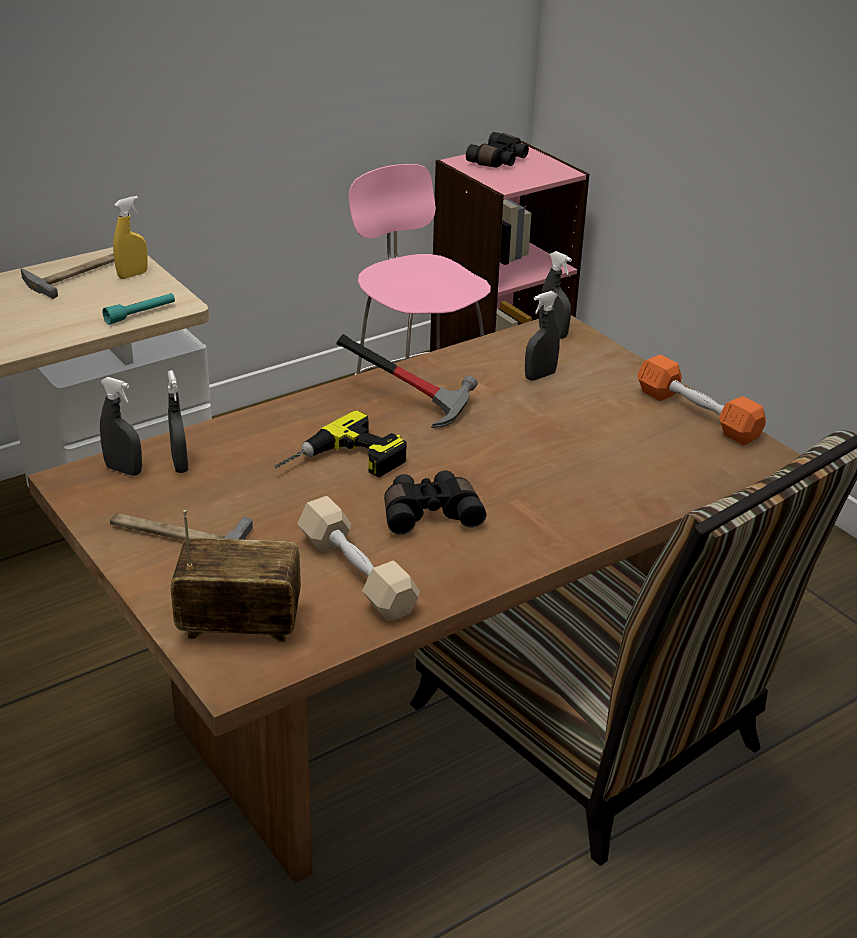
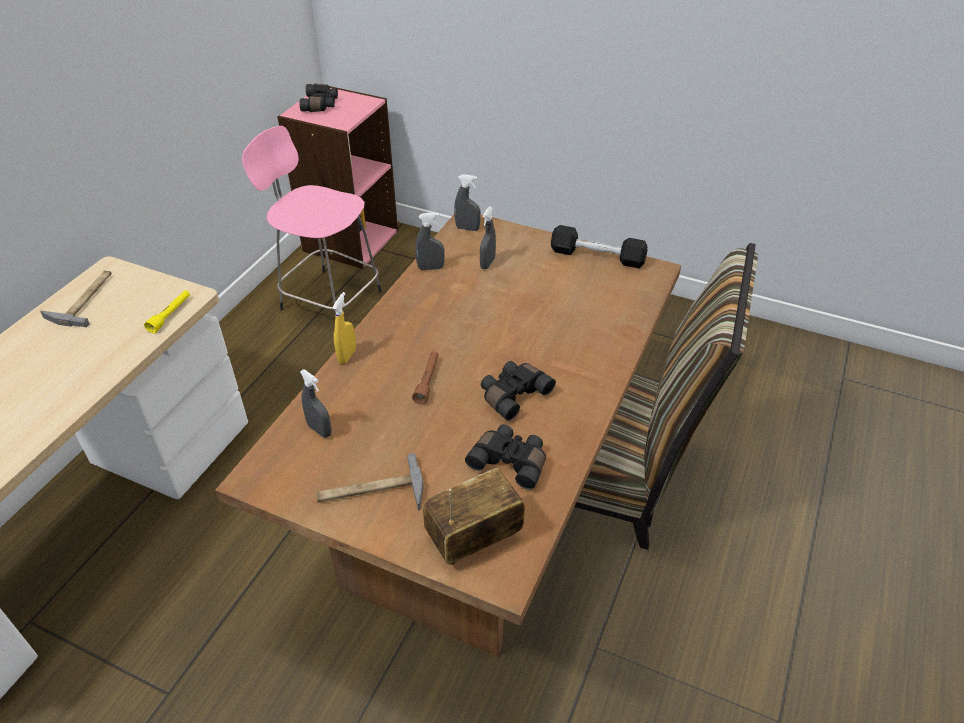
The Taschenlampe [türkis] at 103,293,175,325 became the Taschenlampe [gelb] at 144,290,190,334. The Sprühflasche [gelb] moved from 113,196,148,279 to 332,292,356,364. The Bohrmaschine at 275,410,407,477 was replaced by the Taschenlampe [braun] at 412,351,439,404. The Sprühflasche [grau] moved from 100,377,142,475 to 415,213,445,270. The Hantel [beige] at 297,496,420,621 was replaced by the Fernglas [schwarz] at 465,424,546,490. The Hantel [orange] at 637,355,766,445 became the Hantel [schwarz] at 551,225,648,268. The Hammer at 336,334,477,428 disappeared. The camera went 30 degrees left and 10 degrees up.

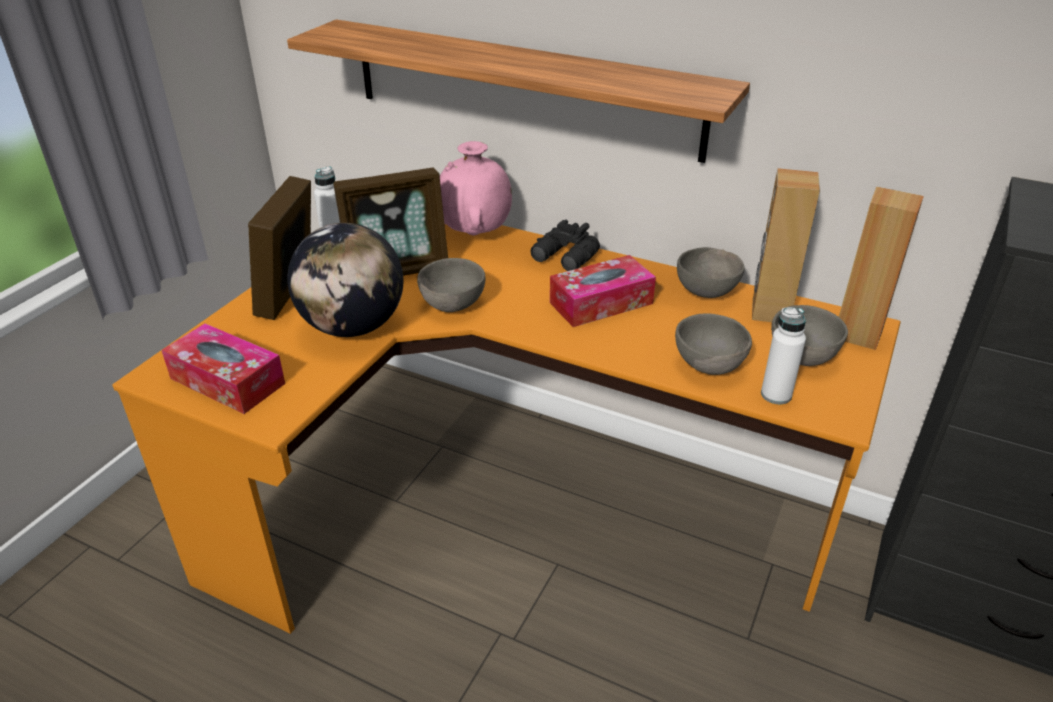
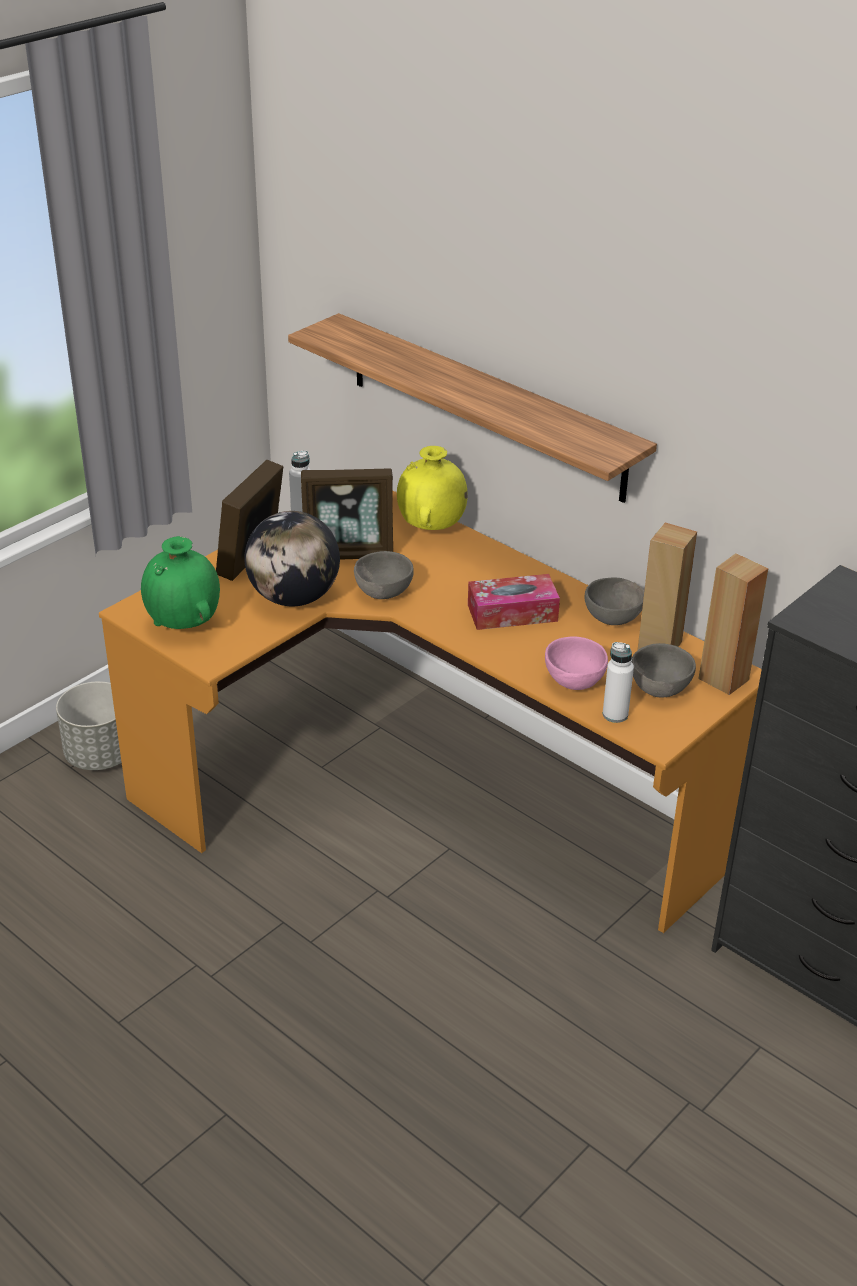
The Pflanzkübel [grau] at 56,681,122,770 appeared. The Taschentuchbox at 162,323,285,414 was replaced by the Vase [grün] at 141,536,220,629. The Vase [rosa] at 440,141,512,236 became the Vase [gelb] at 397,446,468,530. The Schüssel [grau] at 675,314,752,375 became the Schüssel [rosa] at 545,636,608,690. The Fernglas [schwarz] at 531,220,600,271 disappeared. The camera went 15 degrees right and 0 degrees up.

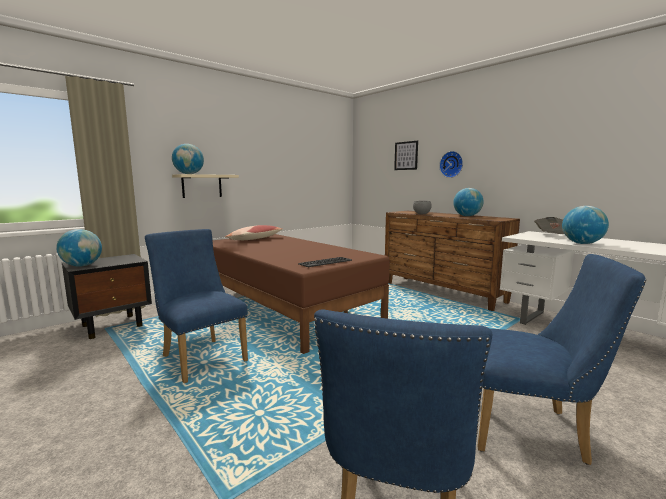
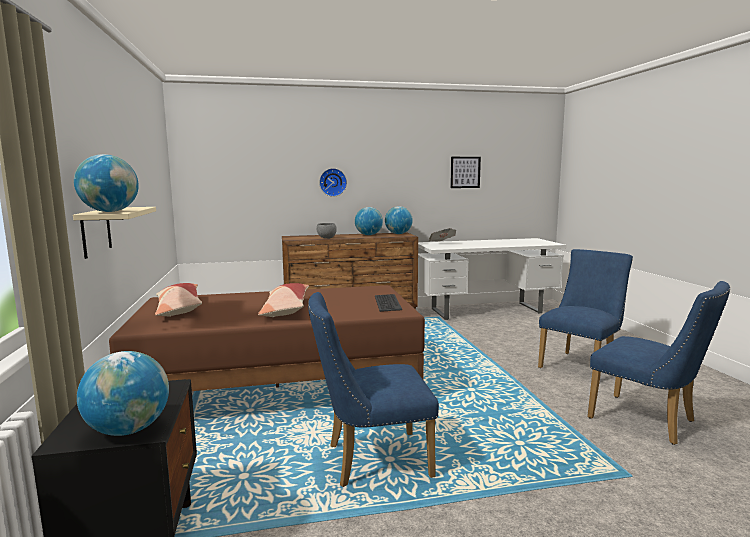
The Kissen at 258,283,309,317 appeared. The Globus moved from 562,206,609,244 to 385,206,413,234. The Bild moved from 394,141,418,170 to 450,157,481,188. The camera went 60 degrees left and 0 degrees up.

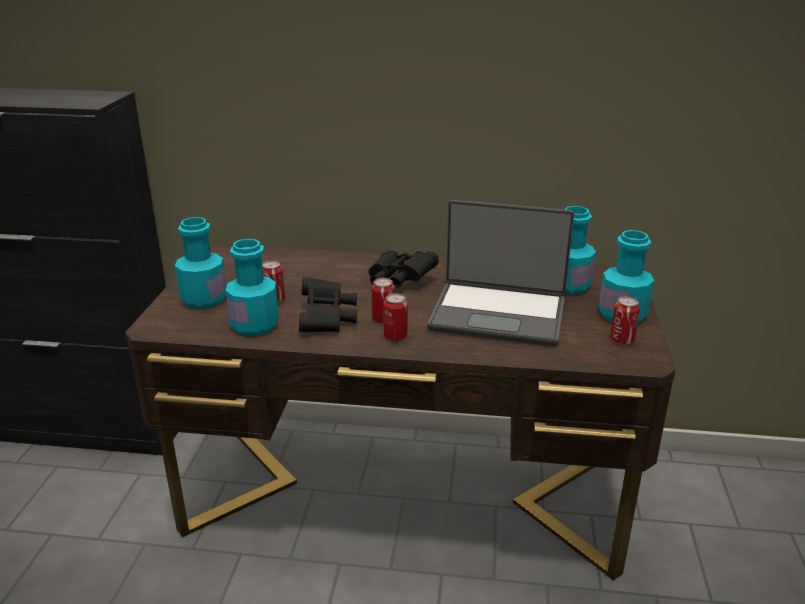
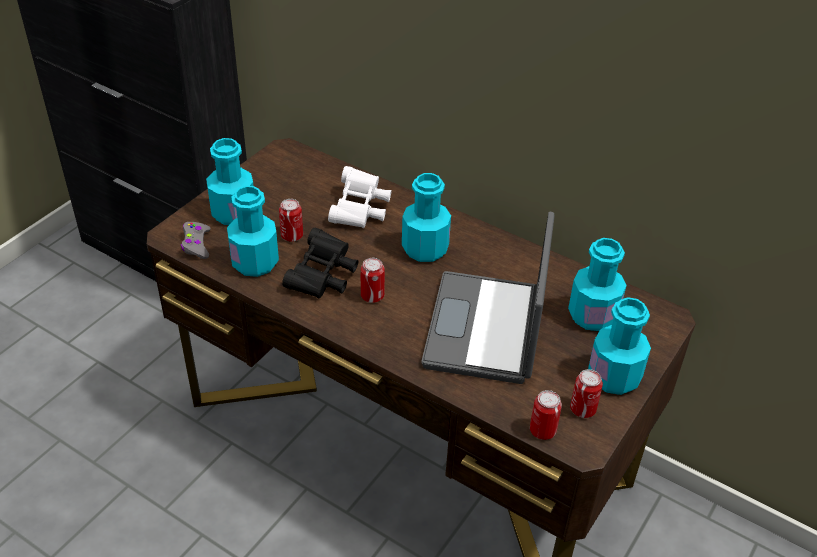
The Gamepad [grau] at 181,222,211,259 appeared. The Fernglas [weiß] at 328,166,392,228 appeared. The Fernglas [schwarz] at 368,250,439,288 was replaced by the Flasche [türkis] at 402,173,451,262. The Laptop at 427,200,574,346 turned 60 degrees clockwise. The Dose moved from 383,293,408,341 to 530,390,562,440. The camera went 25 degrees right and 15 degrees up.

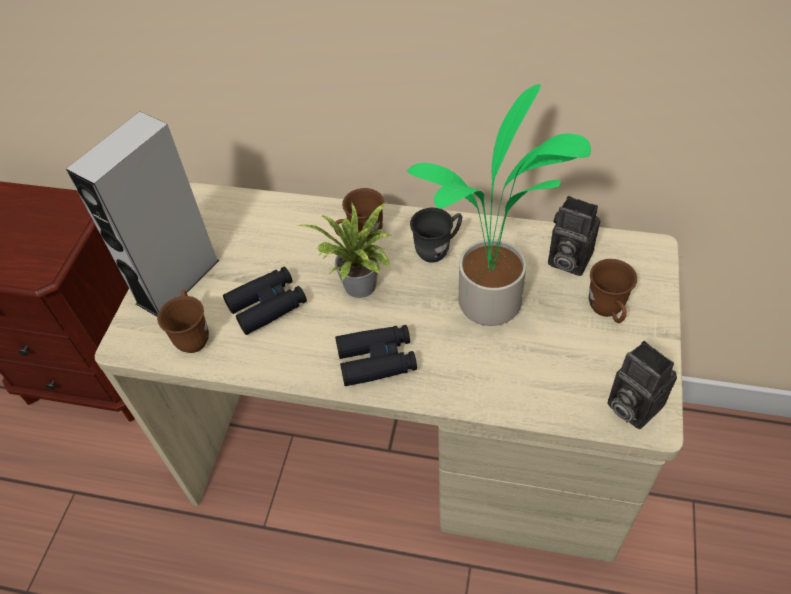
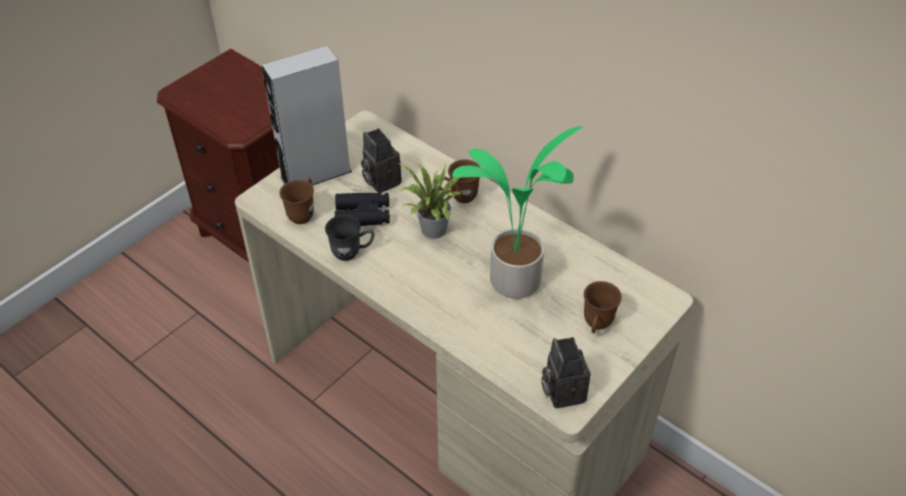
The Henkelbecher [grau] moved from 410,208,462,263 to 325,215,375,261. The Kamera moved from 548,196,600,276 to 361,128,402,193. The Fernglas [schwarz] at 335,325,417,386 disappeared. The camera went 25 degrees right and 5 degrees down.

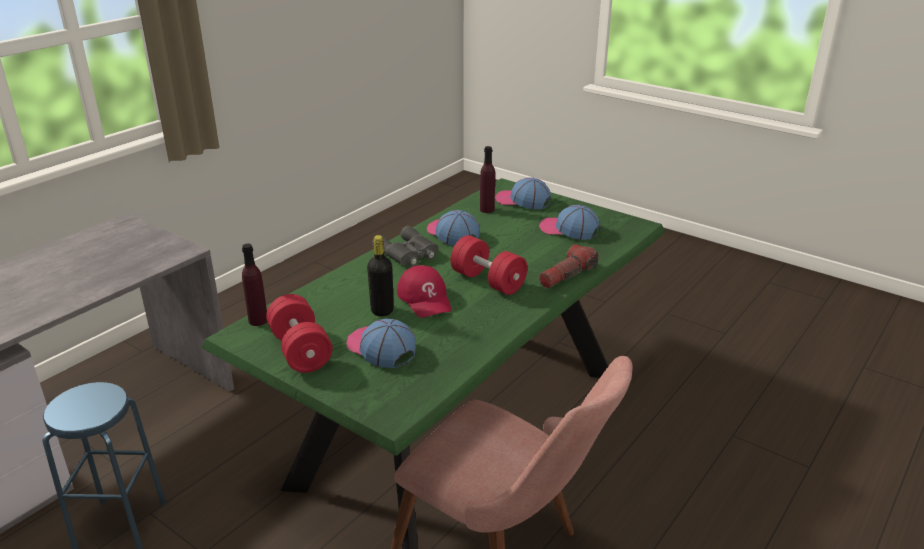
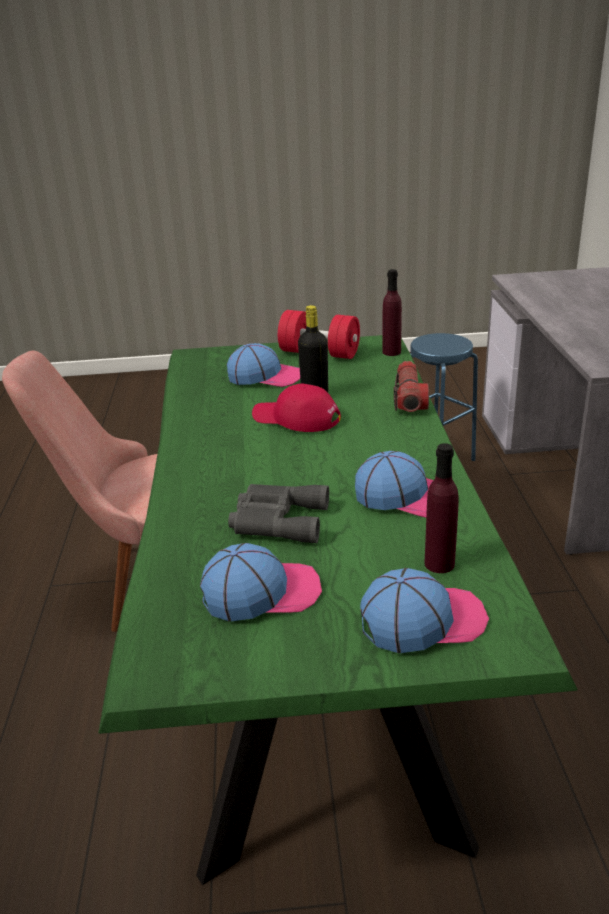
The Fernglas [grau] moved from 372,226,439,266 to 228,484,329,543. The Taschenlampe moved from 539,244,599,288 to 393,361,429,412. The Hantel [rot] at 450,235,527,295 disappeared. The camera went 140 degrees right and 0 degrees up.

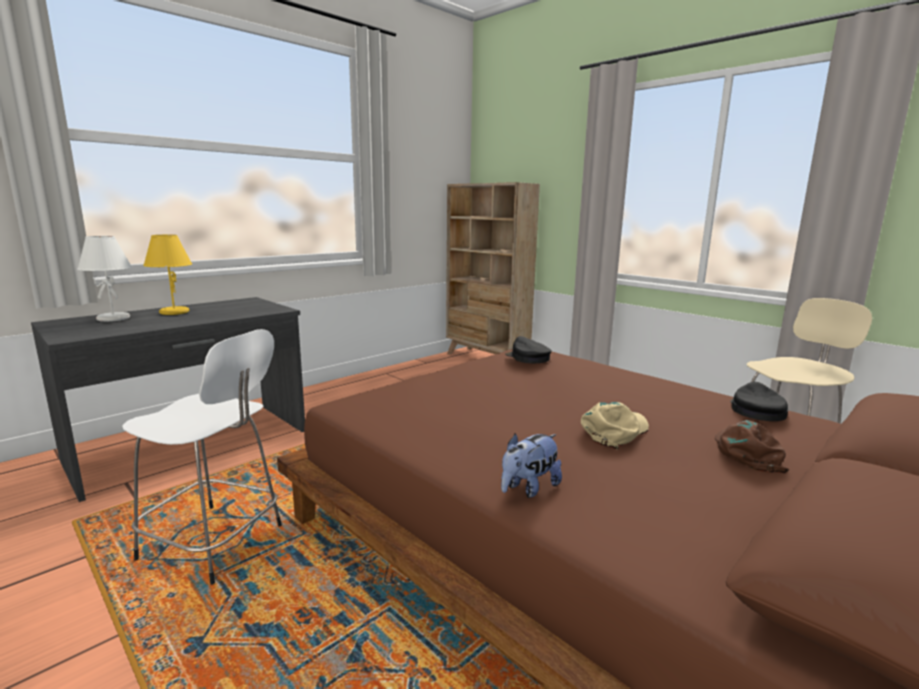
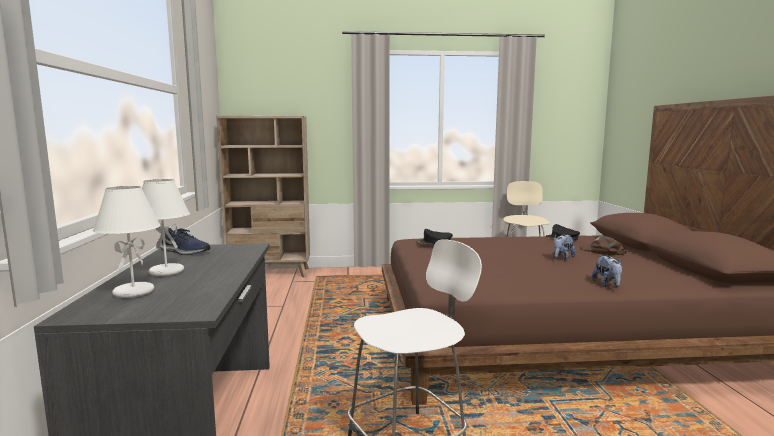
The Tischlampe [gelb] at 143,235,192,315 became the Tischlampe [weiß] at 142,179,190,276. The Schuh [blau] at 160,228,211,255 appeared. The Kappe [beige] at 581,402,649,449 was replaced by the Plüschtier at 553,234,576,261. The camera went 50 degrees left and 5 degrees down.

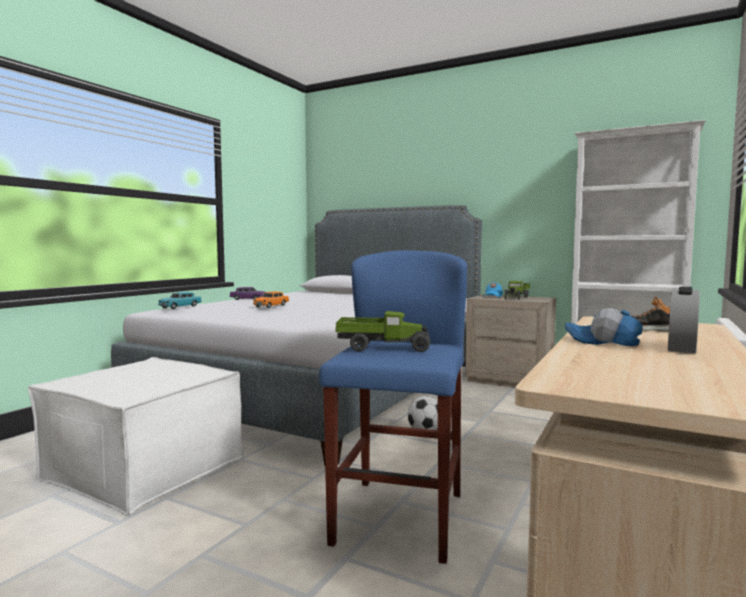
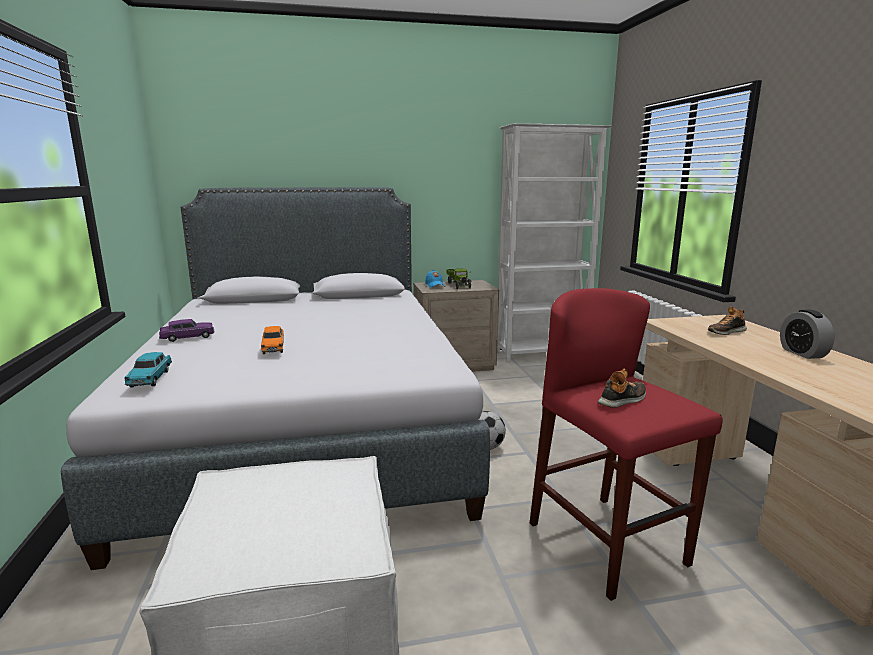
The Hocker [blau] at 319,250,467,564 became the Hocker [rot] at 530,288,722,601. The Spielzeuglaster at 335,311,431,352 was replaced by the Schuh at 598,369,646,408. The Kappe at 565,308,643,346 disappeared. The camera went 40 degrees left and 10 degrees up.

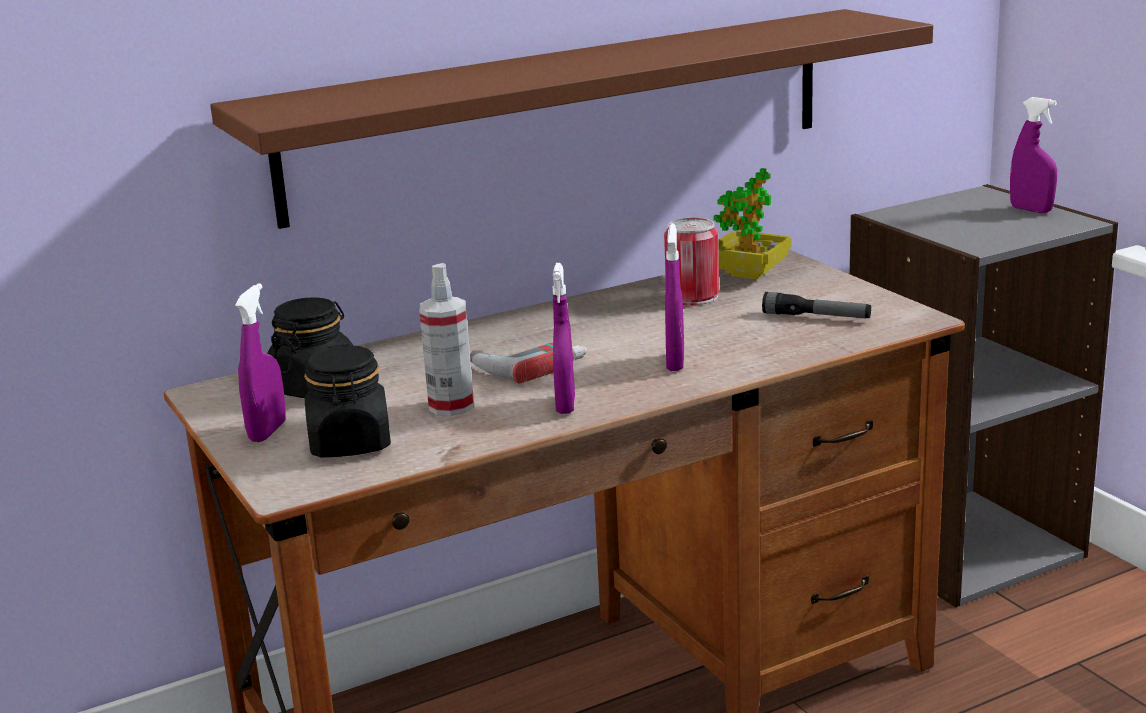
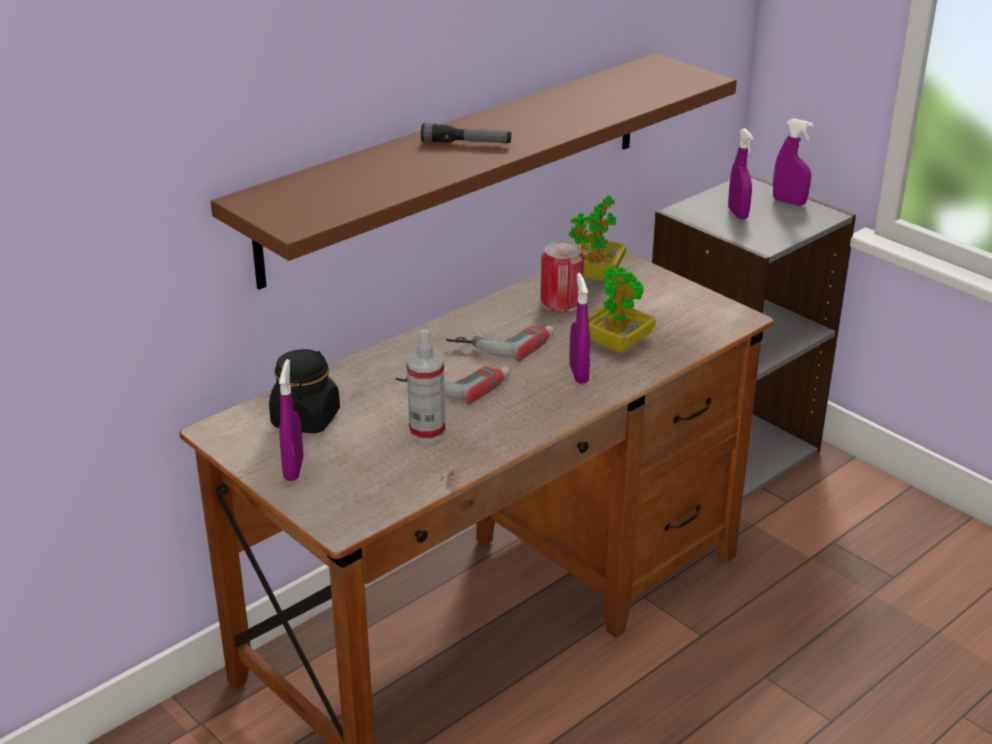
The Taschenlampe moved from 762,292,871,318 to 421,123,511,143. The Bohrmaschine at 446,325,555,361 appeared. The Topfpflanze at 588,266,656,353 appeared. The Sprühflasche [lila] moved from 553,263,575,414 to 728,128,754,219. The Vorratsglas [schwarz] at 304,344,391,458 disappeared. The camera went 15 degrees left and 10 degrees up.

